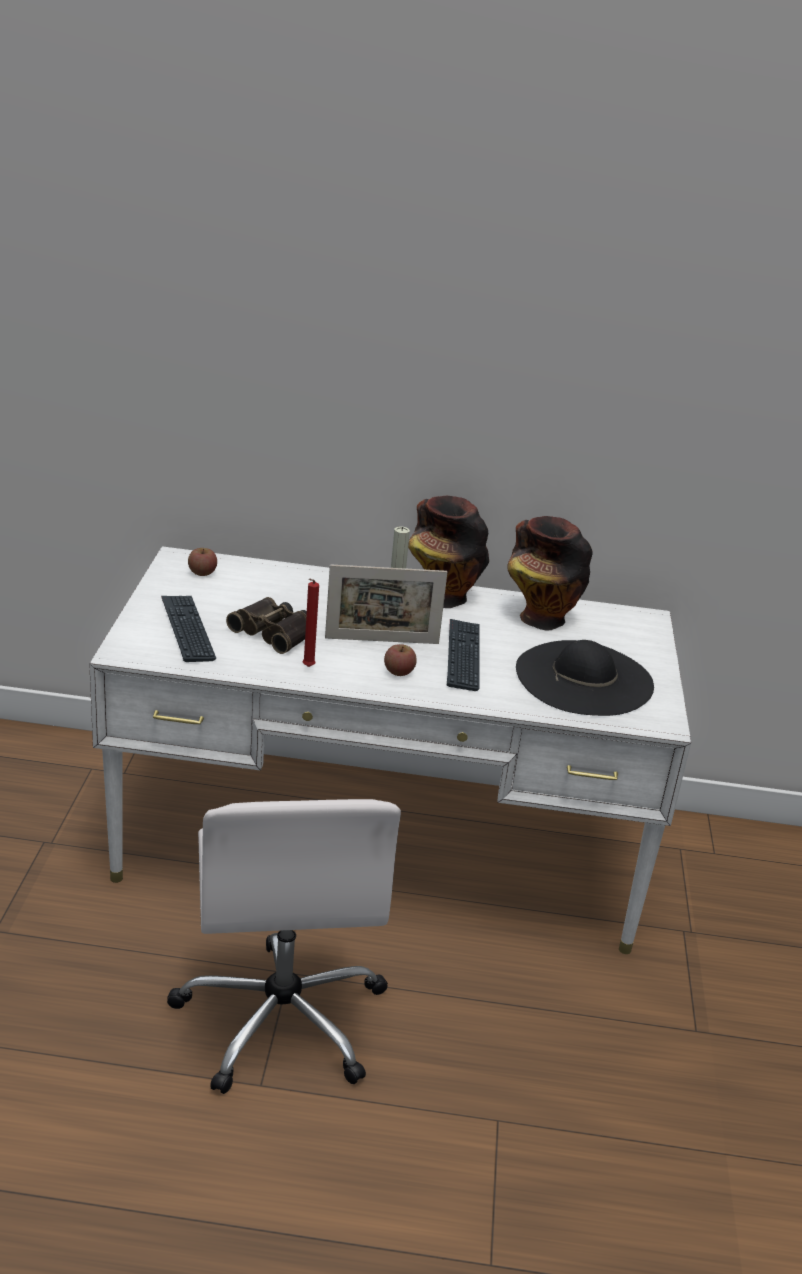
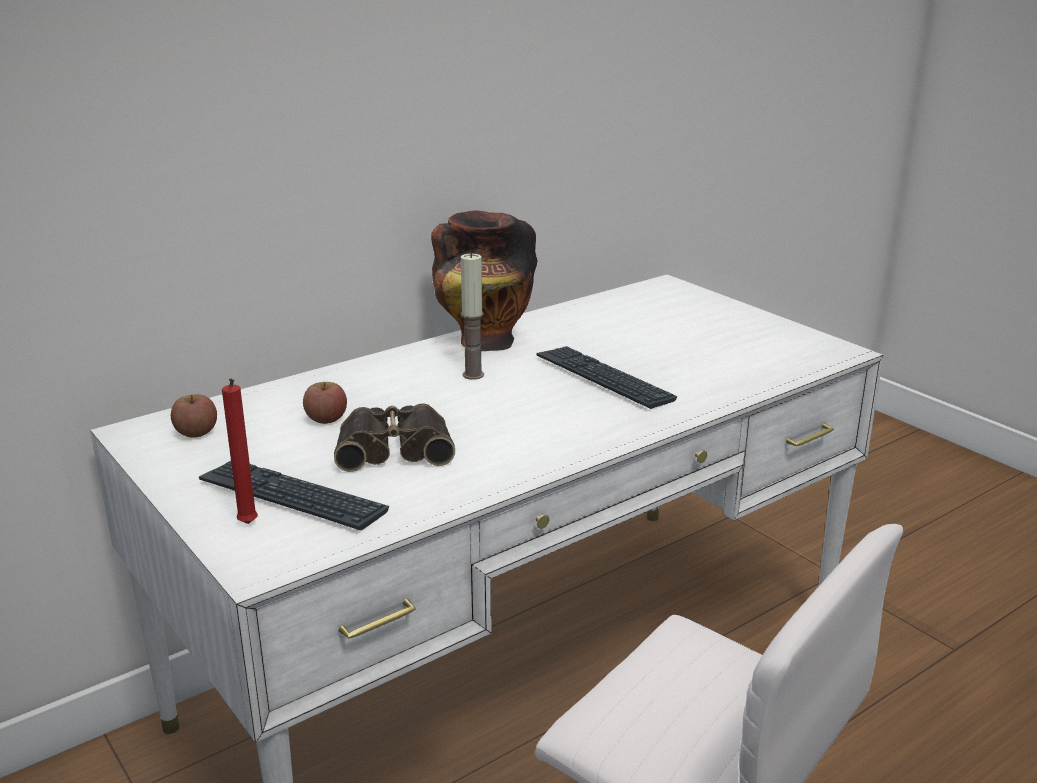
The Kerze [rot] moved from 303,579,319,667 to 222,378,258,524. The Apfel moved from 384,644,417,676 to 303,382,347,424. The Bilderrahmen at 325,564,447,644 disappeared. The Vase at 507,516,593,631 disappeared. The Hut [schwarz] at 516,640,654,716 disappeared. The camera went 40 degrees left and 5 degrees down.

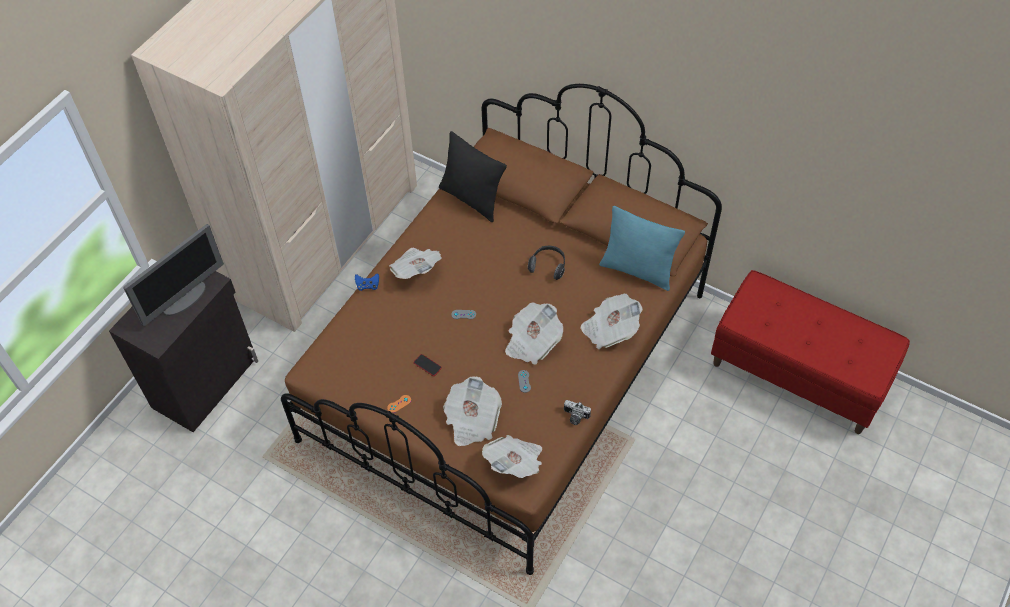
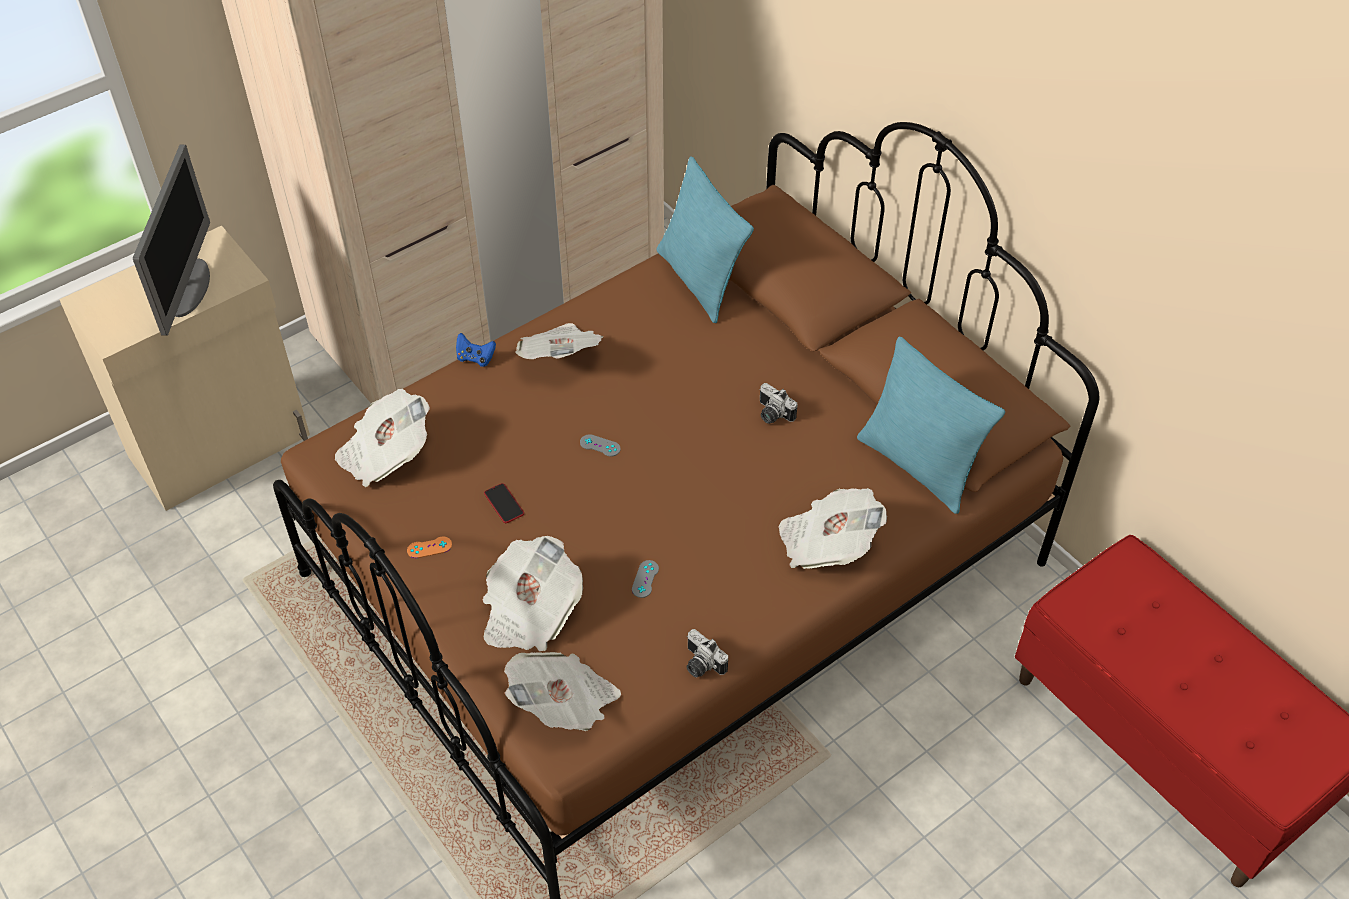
The Schrank [schwarz] at 109,271,258,432 became the Schrank [beige] at 59,226,310,511. The Monitor at 123,224,224,326 turned 60 degrees counterclockwise. The Zeitung moved from 505,302,563,365 to 335,389,430,487. The Kissen [schwarz] at 439,131,507,222 became the Kissen [türkis] at 656,157,754,323. The Kopfhörer at 528,246,565,280 was replaced by the Kamera at 759,383,798,424. The camera went 20 degrees right and 5 degrees down.

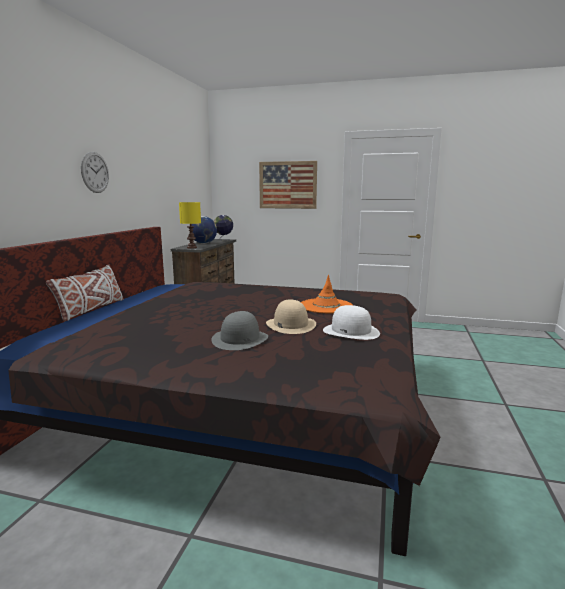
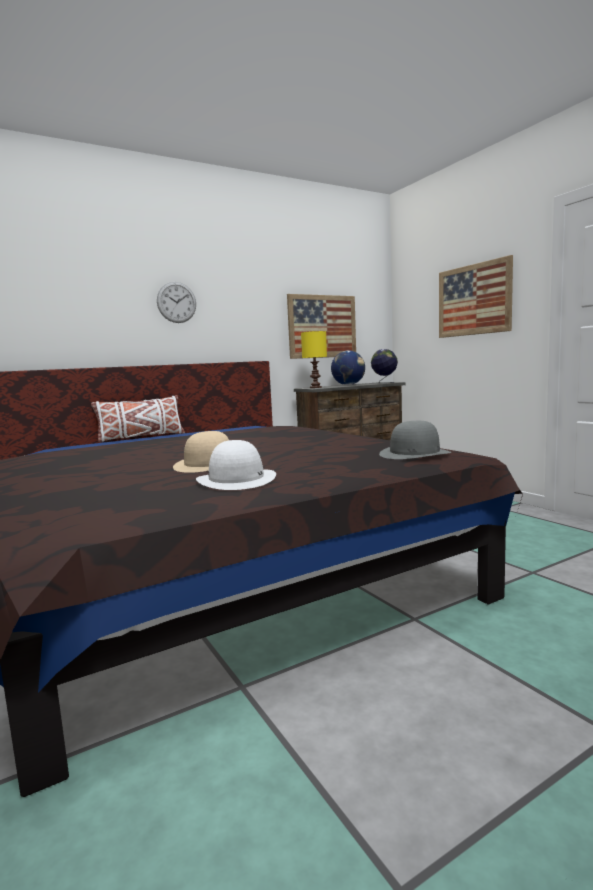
The Bild at 287,294,356,359 appeared. The Hut [grau] moved from 212,311,268,350 to 379,421,451,459. The Hut [orange] at 301,275,353,313 disappeared. The camera went 45 degrees right and 5 degrees down.

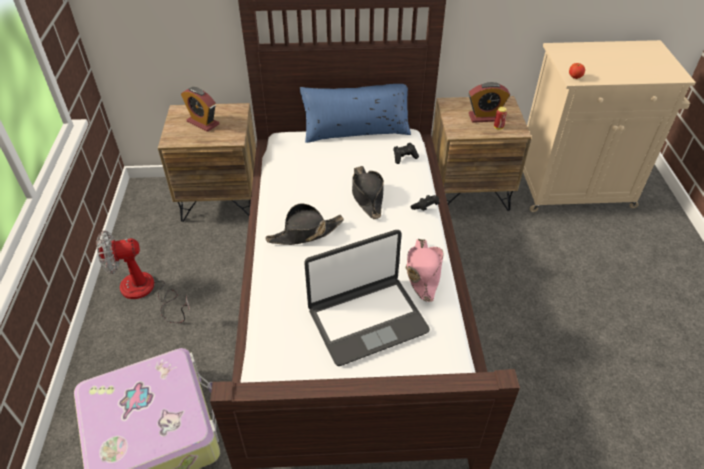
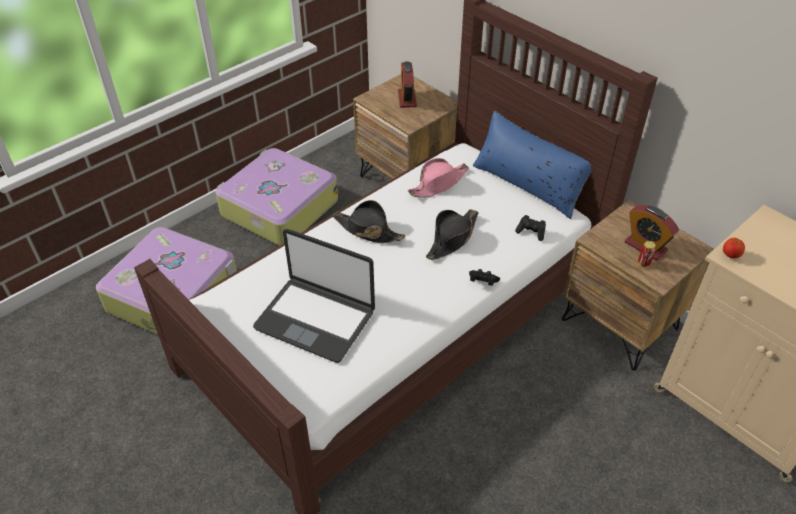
The Ventilator at 97,231,190,323 was replaced by the Koffer at 215,148,338,246. The Hut [rosa] moved from 406,239,444,302 to 408,158,469,197. The camera went 50 degrees right and 0 degrees up.

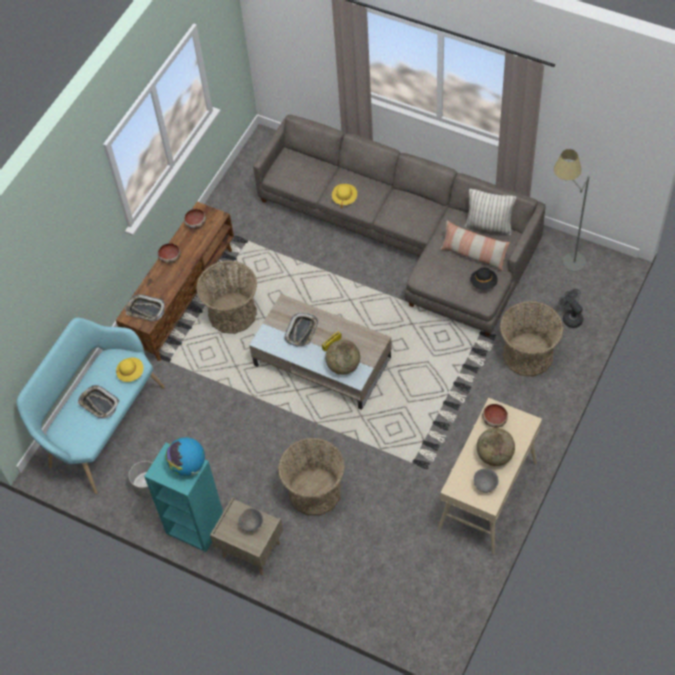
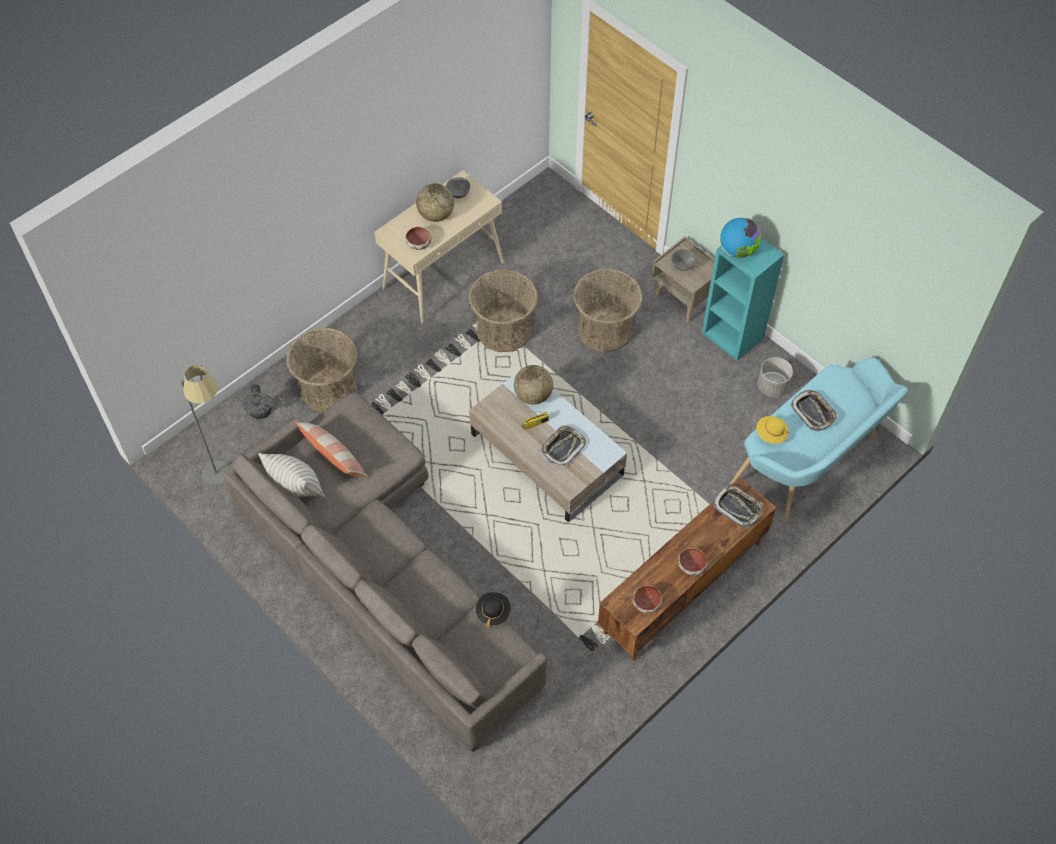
The Korb moved from 196,261,257,334 to 469,269,538,352. The Hut [schwarz] moved from 471,267,498,290 to 476,592,511,628. The Hut [gelb] at 332,184,357,208 disappeared. The camera went 165 degrees left and 0 degrees up.

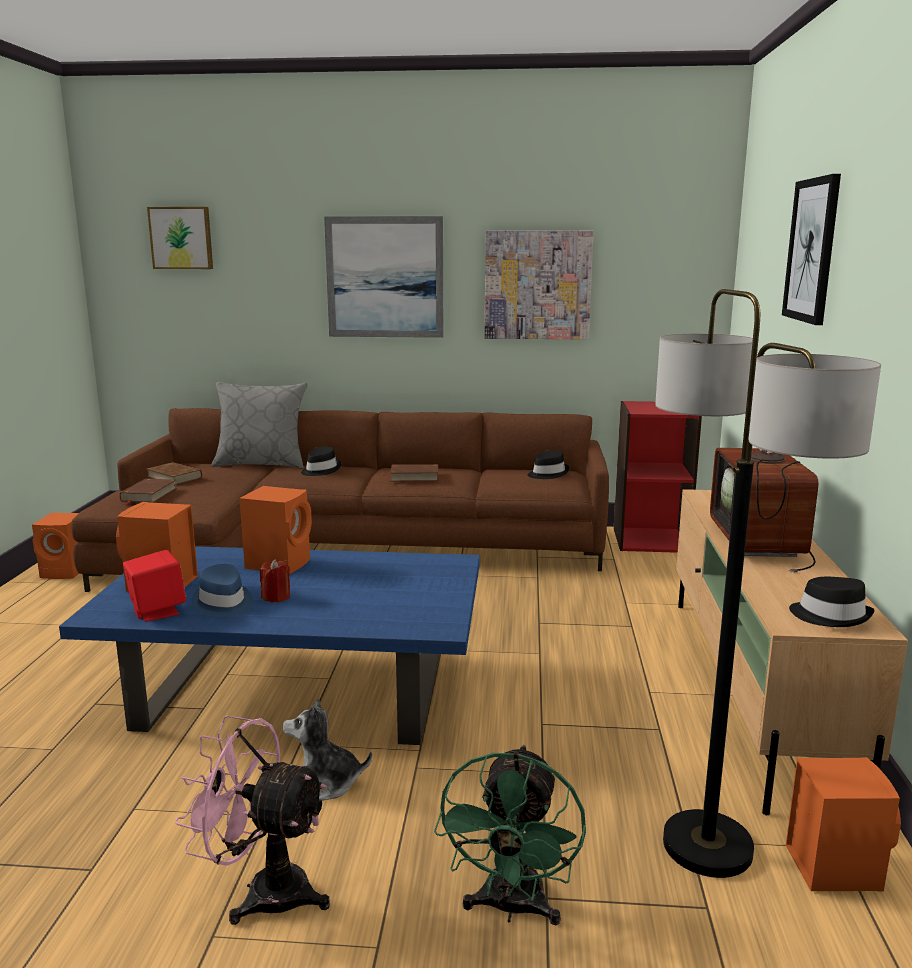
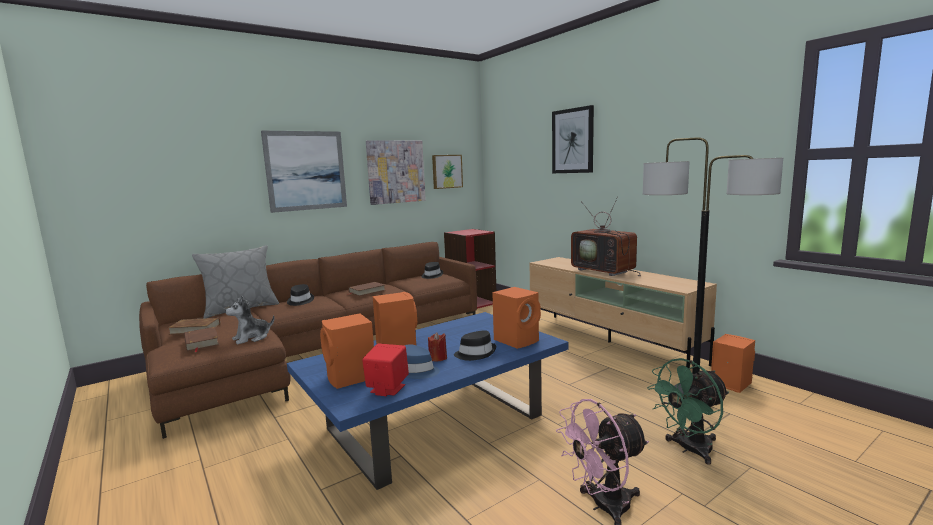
The Plüschtier moved from 283,698,372,801 to 225,295,274,345. The Bild moved from 147,207,213,269 to 432,155,463,189. The Hut [schwarz] moved from 789,577,875,627 to 454,330,496,361. The Lautsprecher [orange] moved from 32,513,79,579 to 492,287,541,349. The Ventilator [grün] at 434,745,586,925 turned 90 degrees clockwise. The camera went 40 degrees left and 5 degrees down.

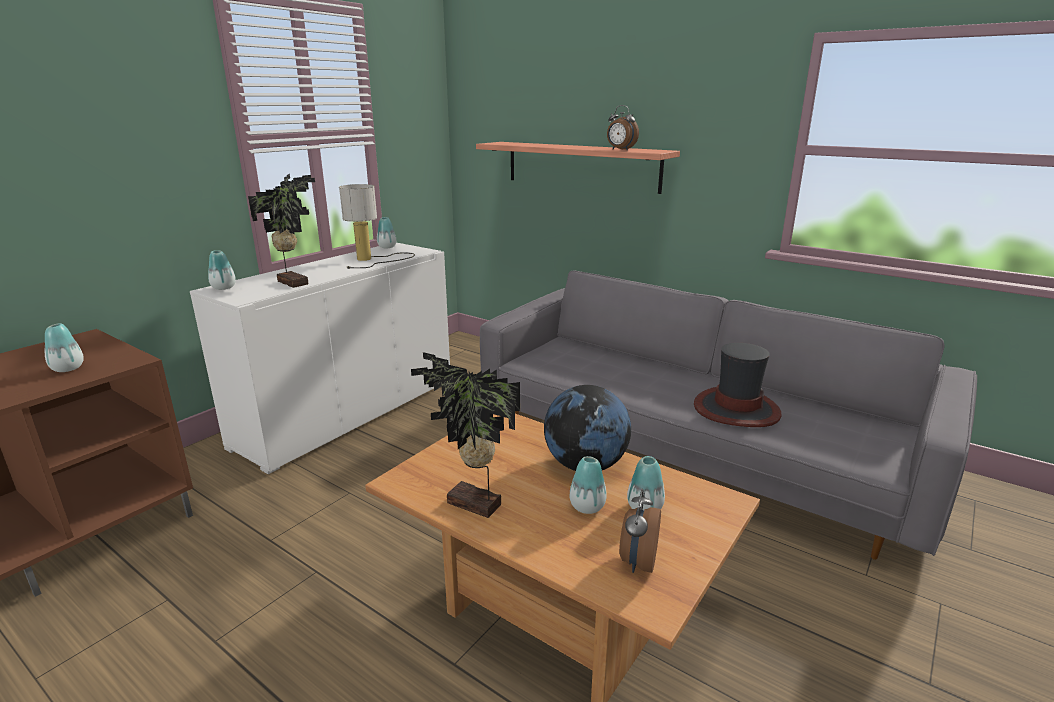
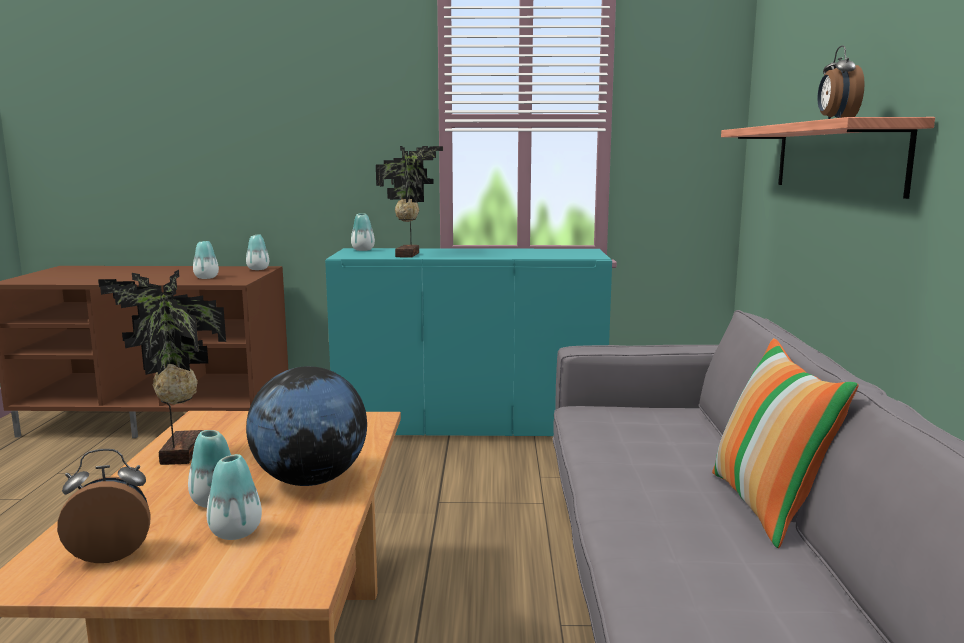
The Vase moved from 377,217,396,248 to 246,234,269,270. The Schrank [weiß] at 190,243,450,474 became the Schrank [türkis] at 325,248,612,436. The Kissen at 712,338,859,548 appeared. The Tischlampe at 339,184,415,269 disappeared. The Hut at 694,343,781,427 disappeared. The camera went 55 degrees right and 10 degrees down.

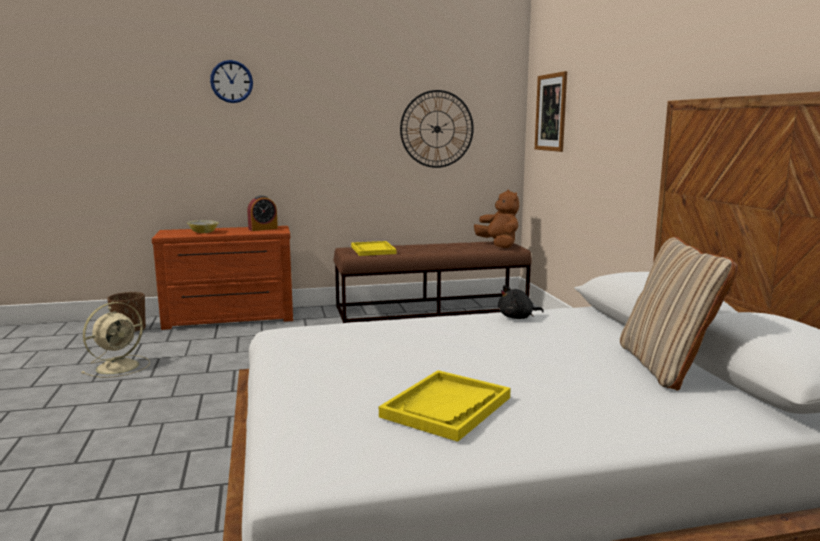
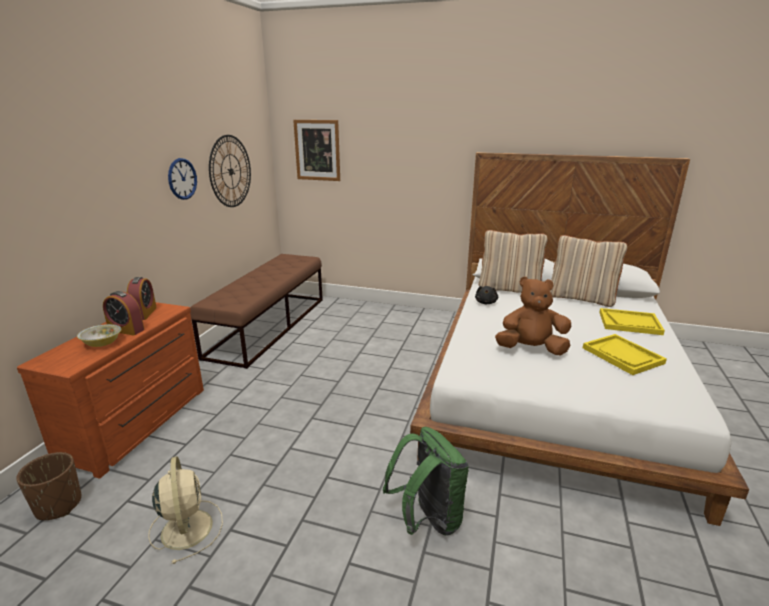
The Wecker at 103,291,145,336 appeared. The Wanduhr moved from 210,60,253,103 to 168,158,197,200. The Rucksack [grün] at 383,427,469,536 appeared. The Kissen [beige] at 479,230,548,293 appeared. The Plüschtier [braun] moved from 474,190,519,249 to 495,277,571,355. The Tablett [gelb] moved from 351,241,397,256 to 599,308,665,335. The camera went 60 degrees left and 10 degrees up.

